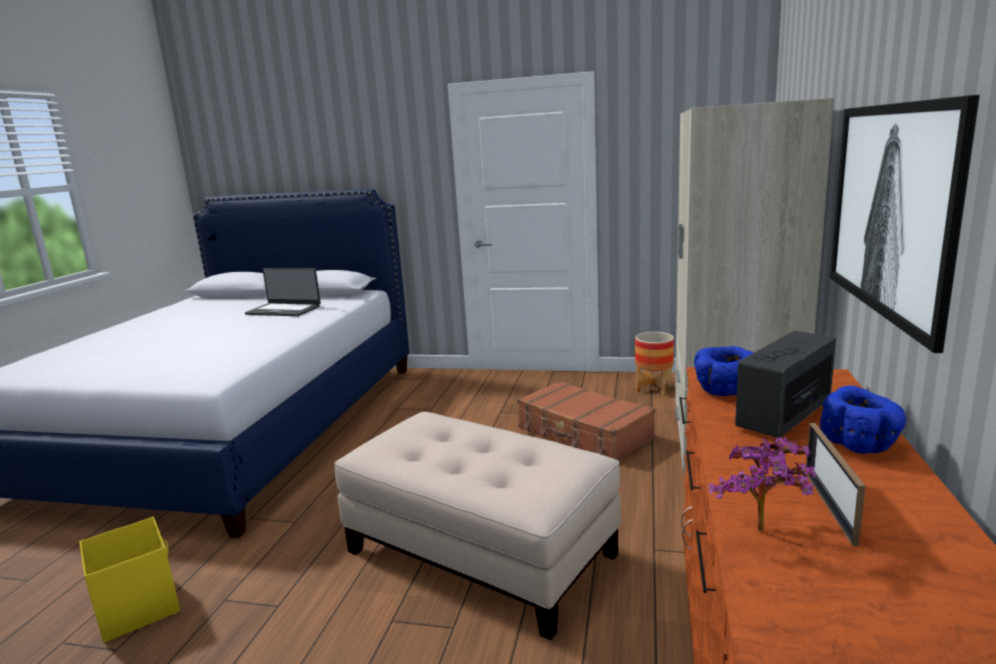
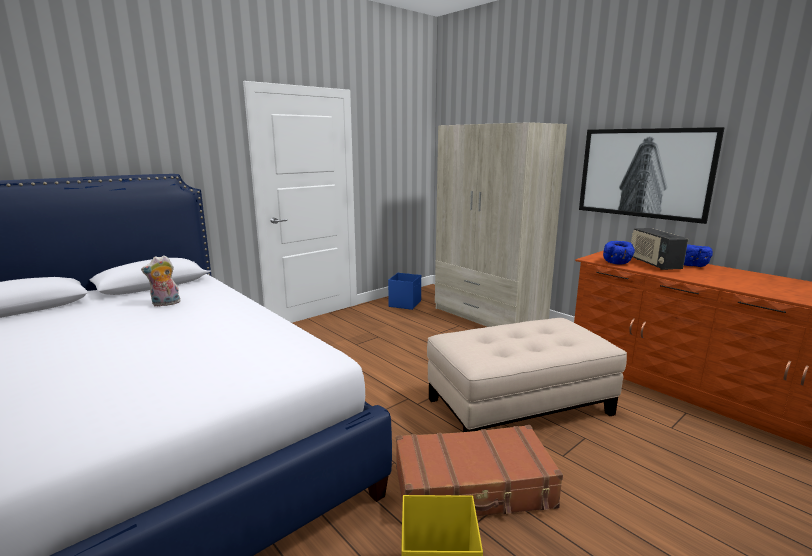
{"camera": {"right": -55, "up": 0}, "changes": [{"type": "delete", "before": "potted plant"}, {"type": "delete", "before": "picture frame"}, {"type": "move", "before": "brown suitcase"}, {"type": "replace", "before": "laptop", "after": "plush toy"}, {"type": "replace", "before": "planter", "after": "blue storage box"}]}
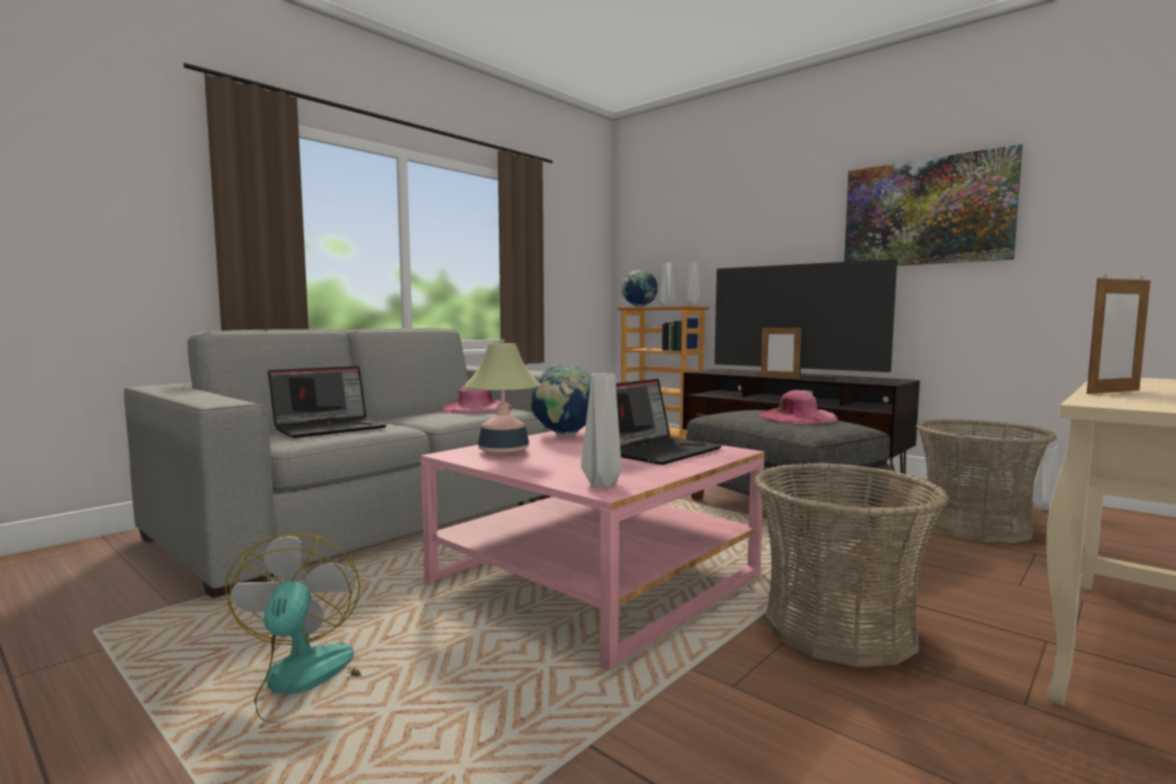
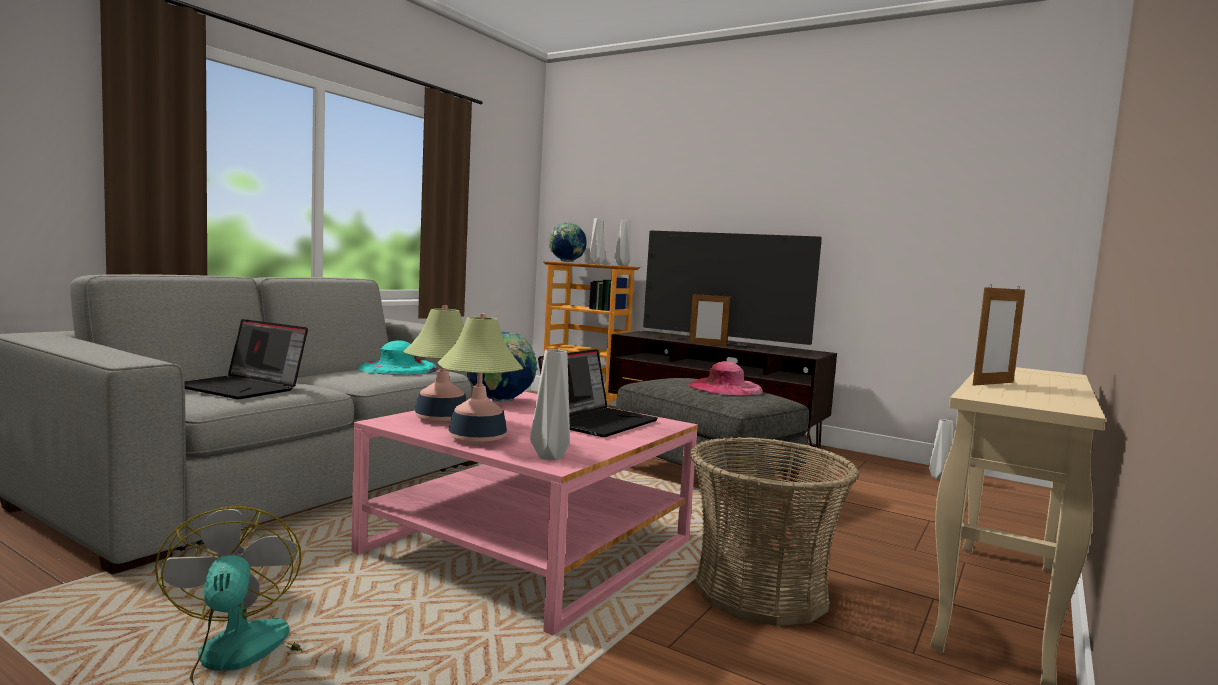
{"camera": {"right": -10, "up": 0}, "changes": [{"type": "delete", "before": "picture"}, {"type": "delete", "before": "basket (2nd from left)"}, {"type": "insert", "after": "table lamp (2nd from left)"}, {"type": "recolor", "before": "pink hat (1st from left)", "after": "turquoise hat"}, {"type": "rotate", "before": "laptop (1st from left)", "turn": 75}]}
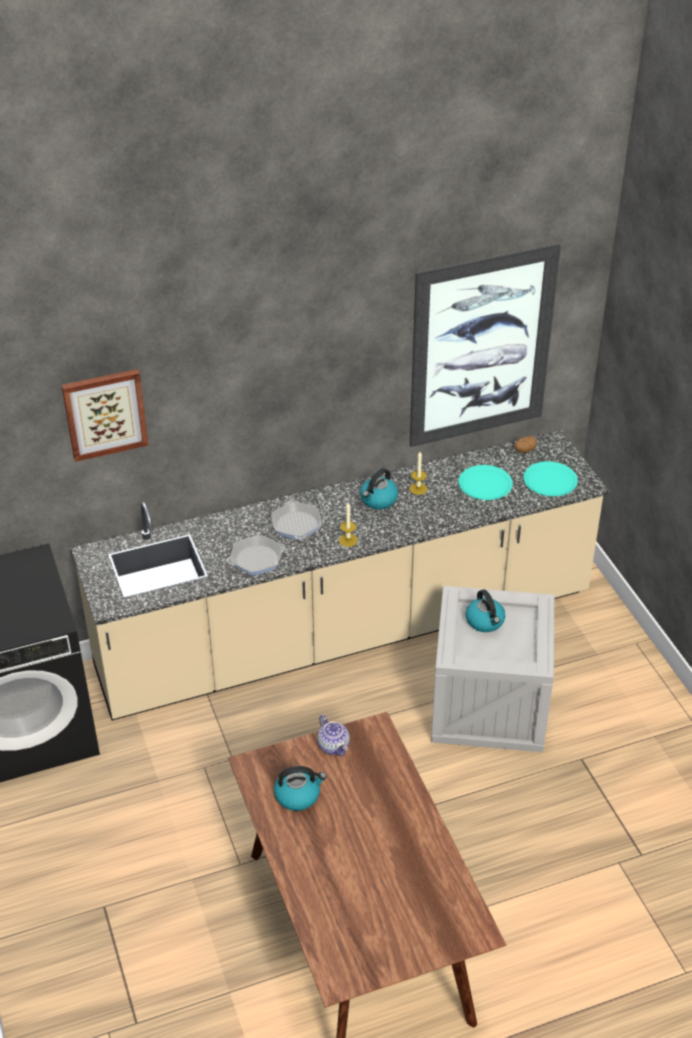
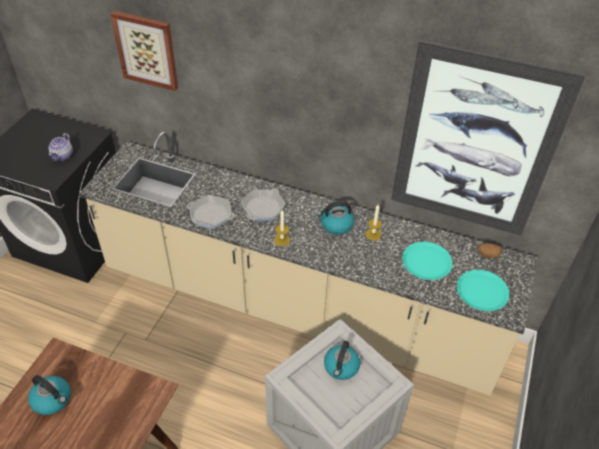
{"camera": {"right": 40, "up": 5}, "changes": [{"type": "move", "before": "teapot"}]}
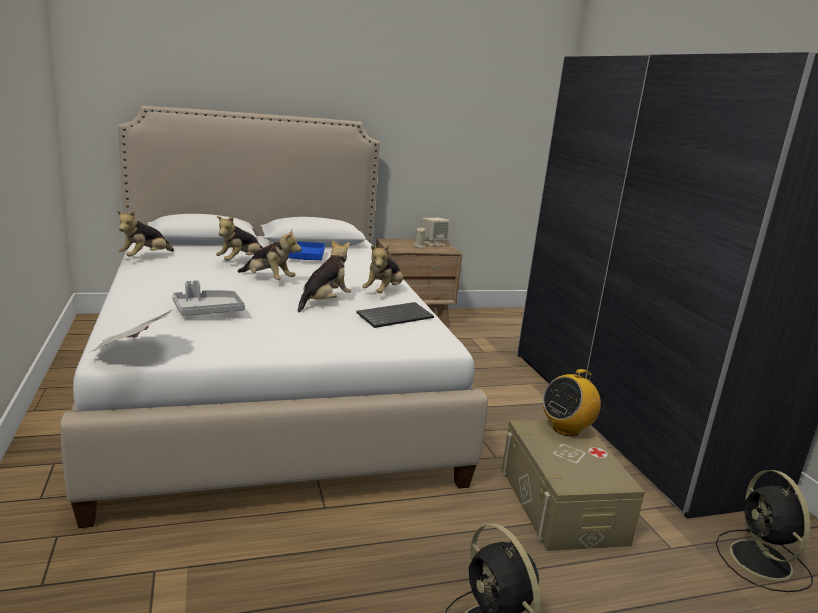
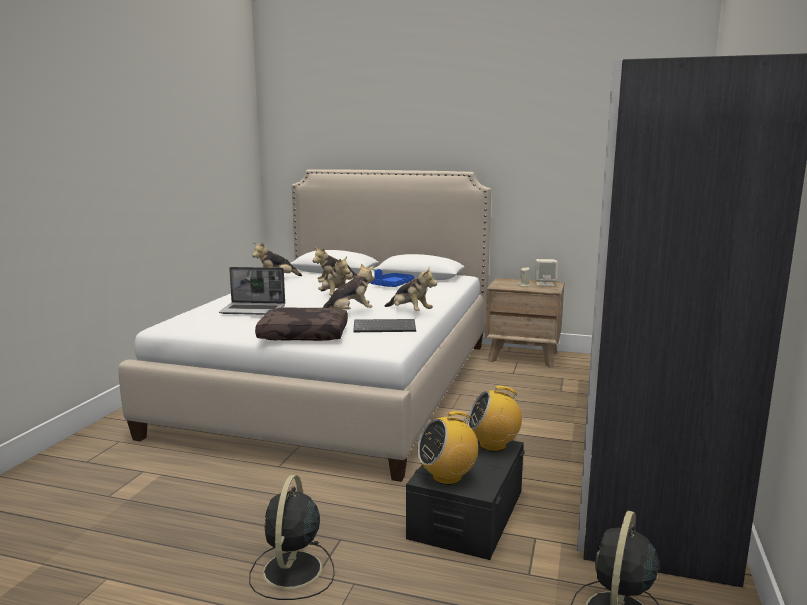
{"camera": {"right": 35, "up": -5}, "changes": [{"type": "delete", "before": "newspaper"}, {"type": "insert", "after": "brown pillow"}, {"type": "insert", "after": "radio (1st from left)"}, {"type": "replace", "before": "grey tray", "after": "laptop"}, {"type": "recolor", "before": "beige storage box", "after": "black storage box"}, {"type": "rotate", "before": "plush toy (5th from left)", "turn": -105}]}
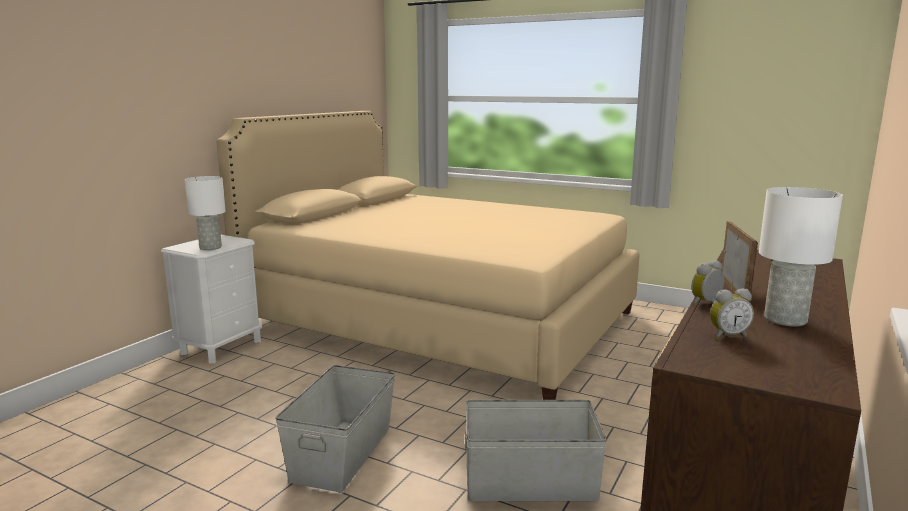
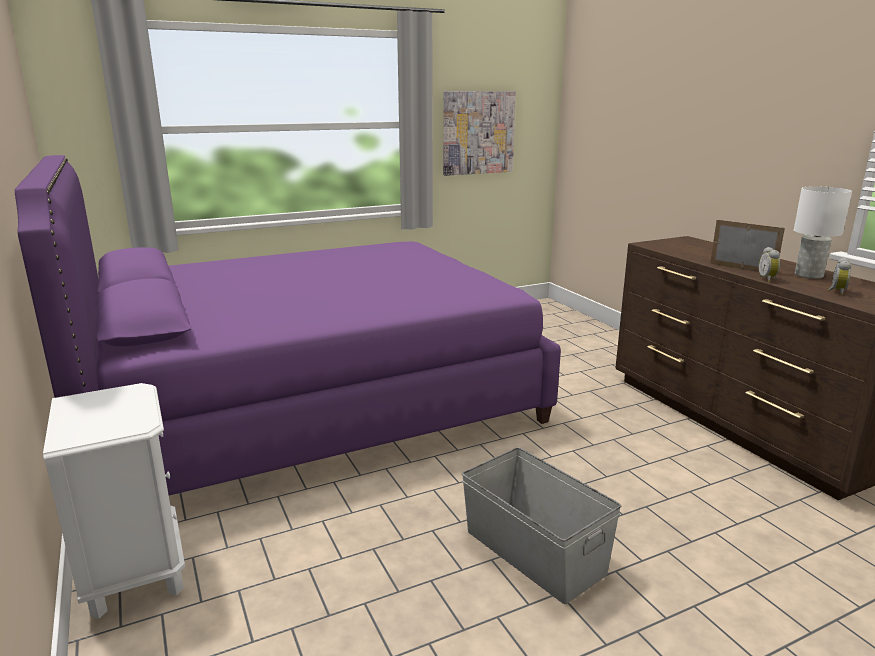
{"camera": {"right": -55, "up": 5}, "changes": [{"type": "delete", "before": "white table lamp (1st from left)"}, {"type": "delete", "before": "grey storage box (2nd from left)"}, {"type": "insert", "after": "picture"}, {"type": "recolor", "before": "beige bed", "after": "purple bed"}]}
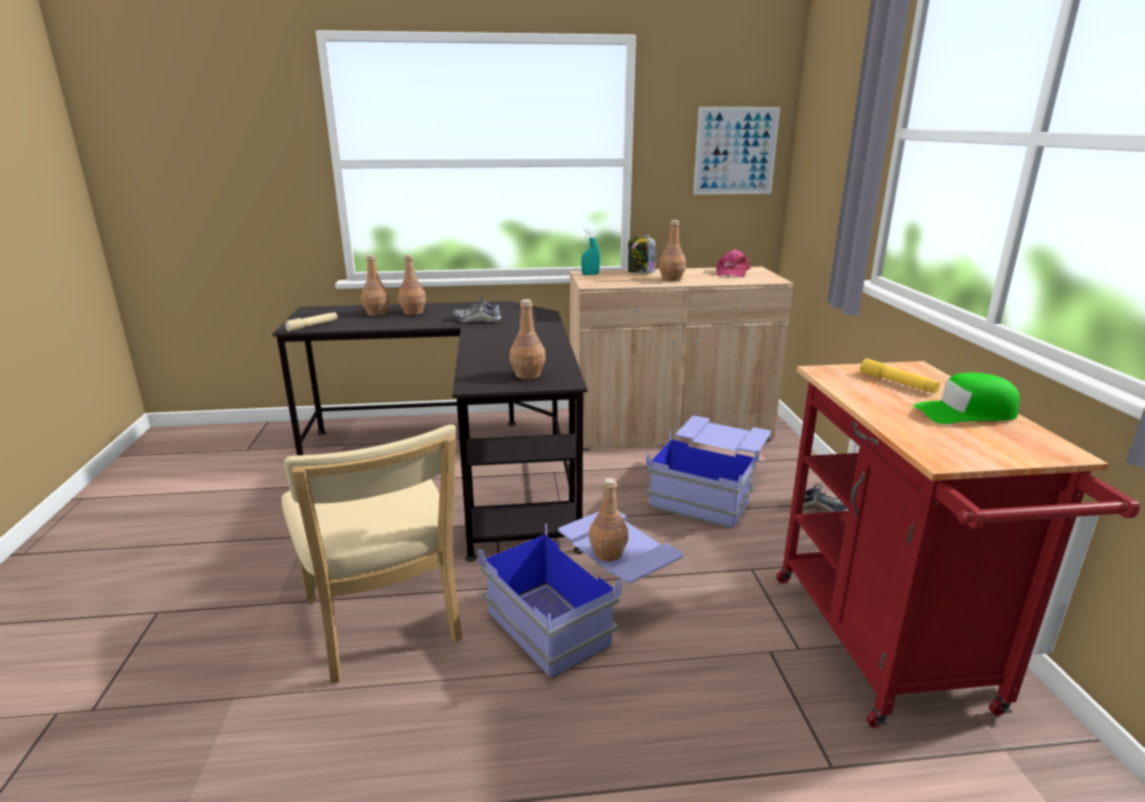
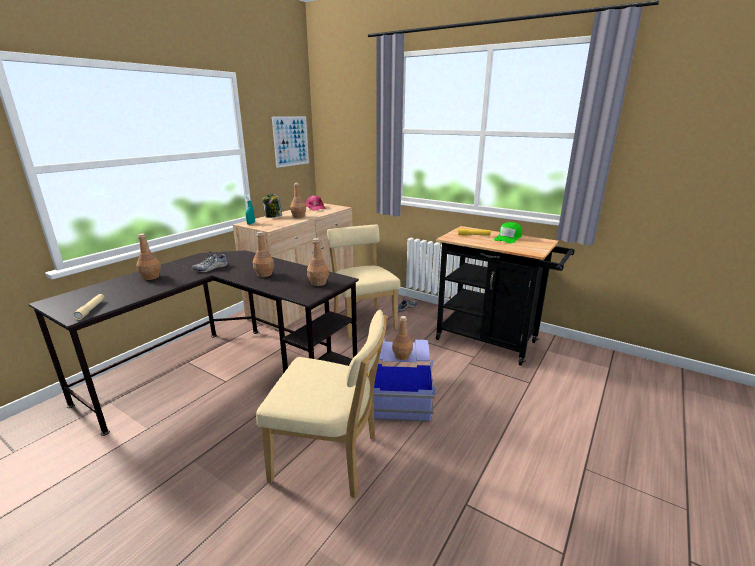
{"camera": {"right": -50, "up": 0}, "changes": [{"type": "move", "before": "brown bottle (1st from left in the first image)", "after": "brown bottle (2nd from left)"}, {"type": "replace", "before": "blue storage box (2nd from left)", "after": "beige chair (2nd from left)"}, {"type": "recolor", "before": "red cart", "after": "black cart"}]}
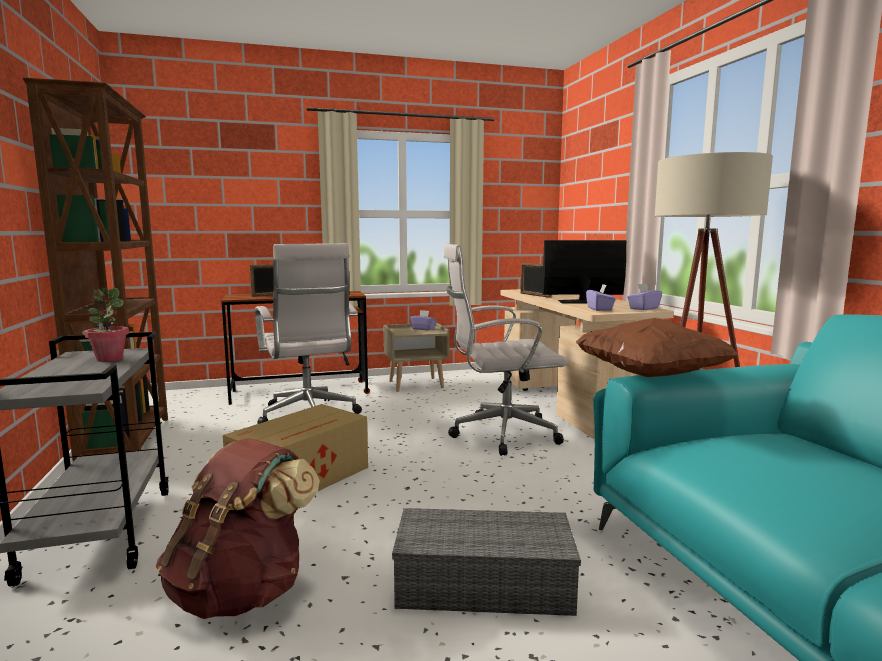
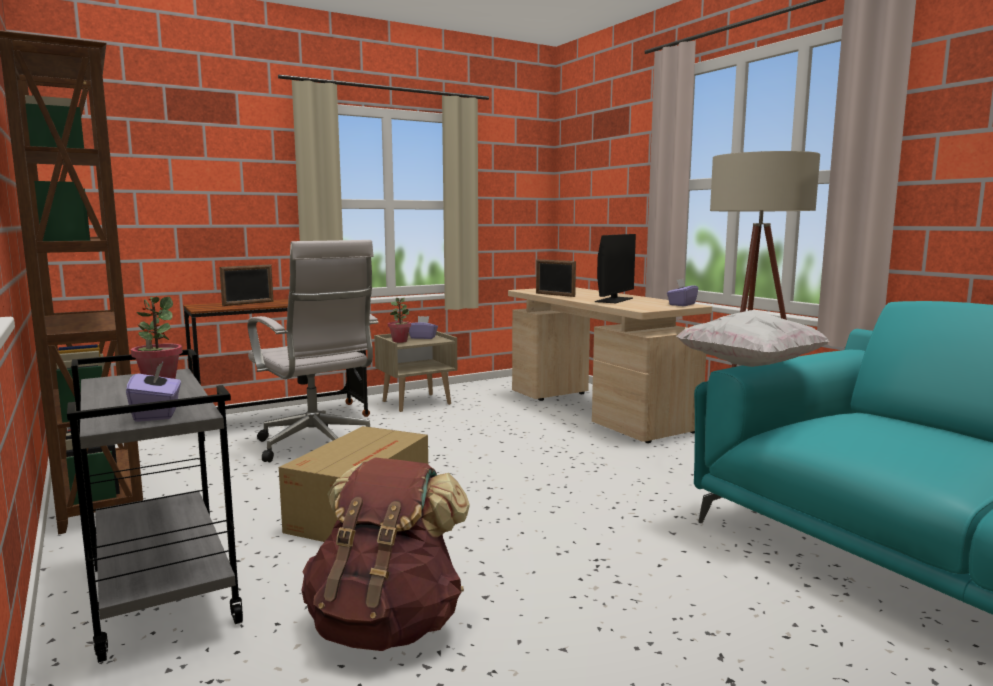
{"camera": {"right": -15, "up": 0}, "changes": [{"type": "delete", "before": "grey storage box"}, {"type": "delete", "before": "white office chair (2nd from left)"}, {"type": "insert", "after": "potted plant (2nd from left)"}, {"type": "move", "before": "purple tissue box (2nd from left in the first image)", "after": "purple tissue box (1st from left)"}, {"type": "recolor", "before": "brown pillow", "after": "white pillow"}, {"type": "rotate", "before": "monitor", "turn": 135}]}
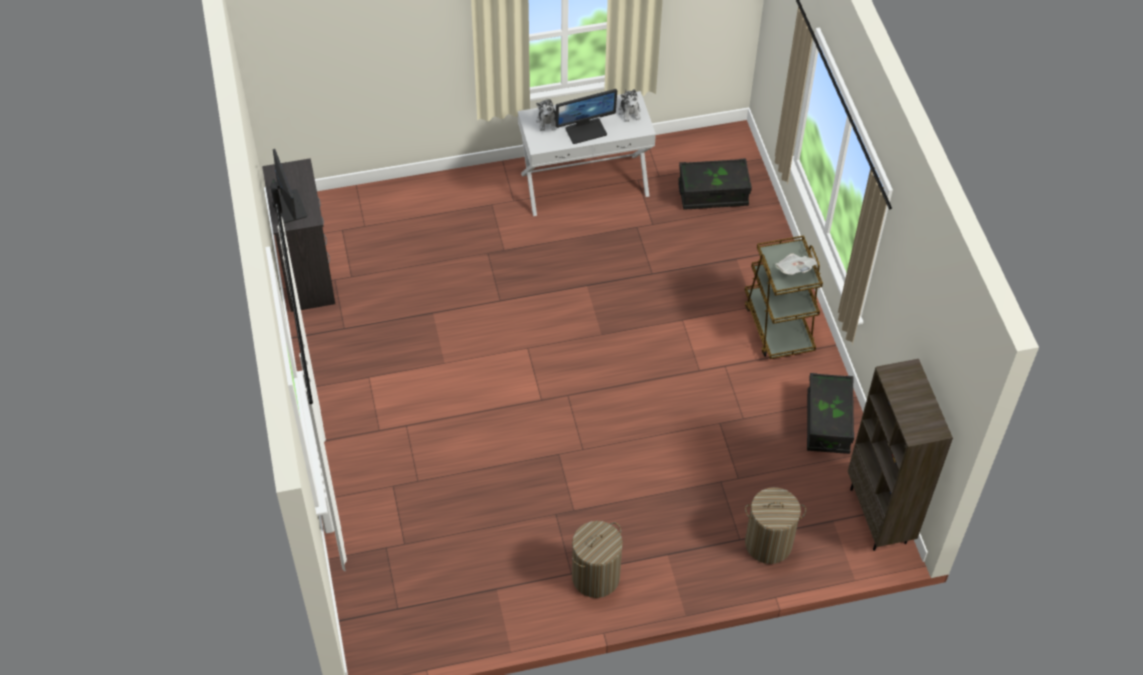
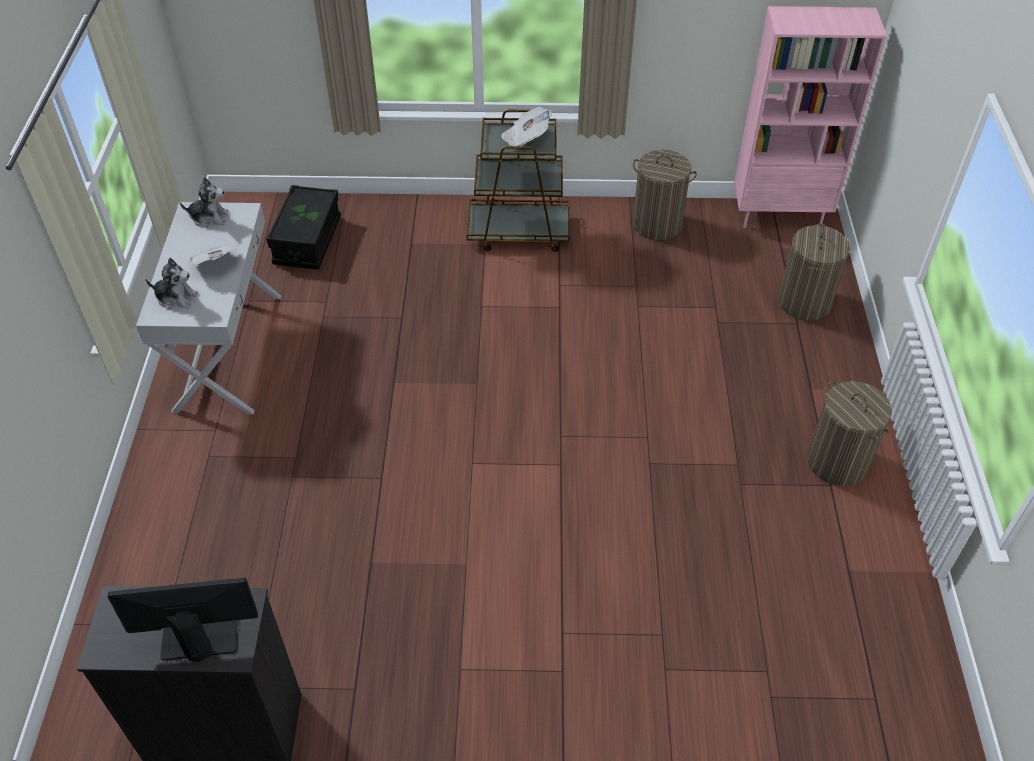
{"camera": {"right": -75, "up": -5}, "changes": [{"type": "replace", "before": "monitor (2nd from left)", "after": "newspaper (1st from left)"}, {"type": "replace", "before": "black storage box (2nd from left)", "after": "laundry basket (1st from left)"}, {"type": "recolor", "before": "brown bookcase", "after": "pink bookcase"}]}
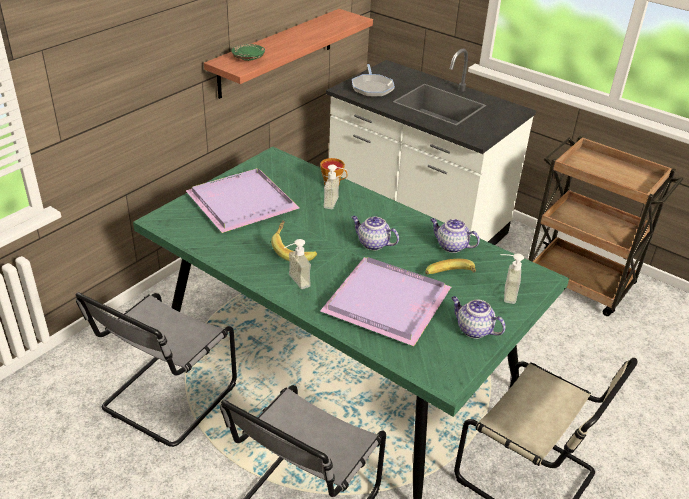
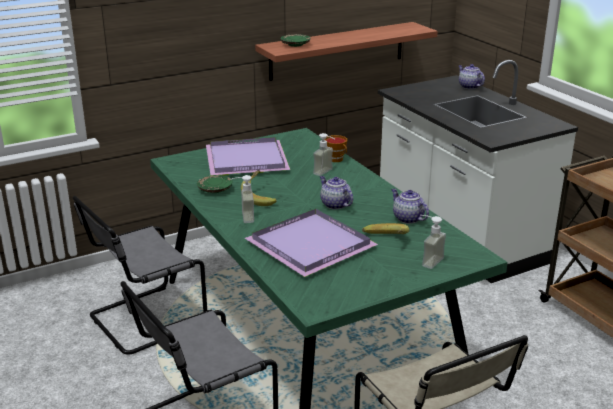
{"camera": {"right": 25, "up": -10}, "changes": [{"type": "delete", "before": "frying pan"}, {"type": "insert", "after": "green plate (1st from left)"}, {"type": "move", "before": "teapot (3rd from left)"}]}
